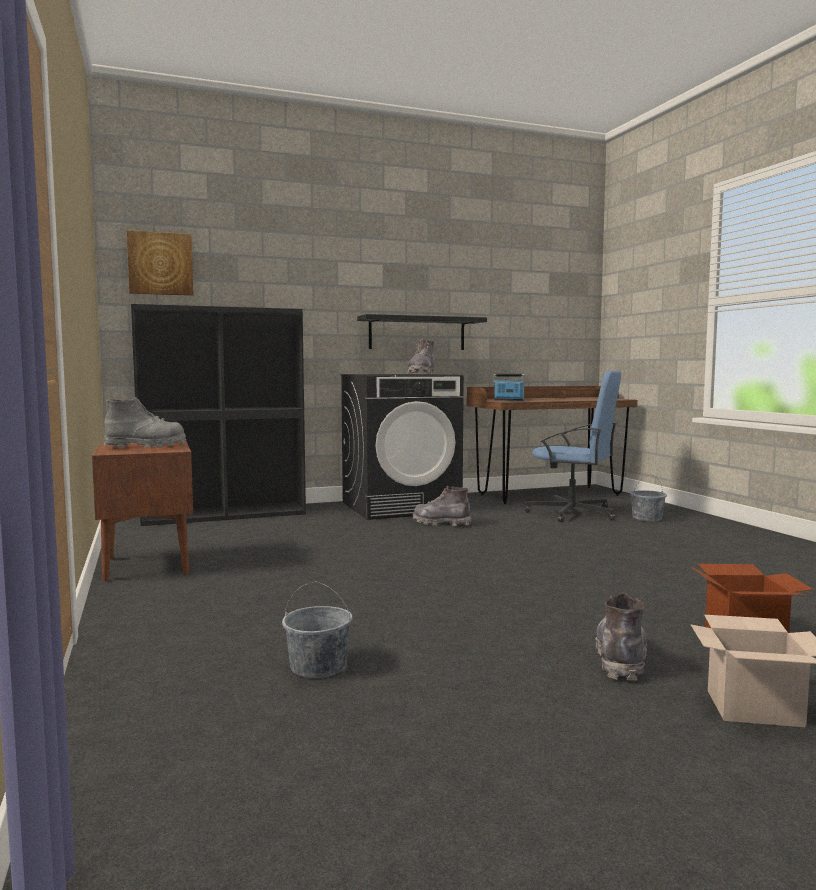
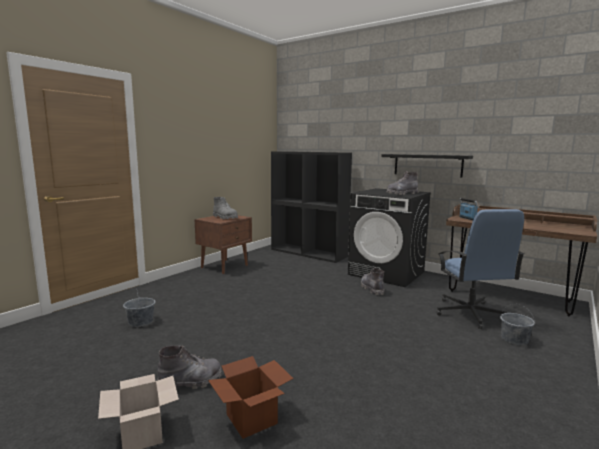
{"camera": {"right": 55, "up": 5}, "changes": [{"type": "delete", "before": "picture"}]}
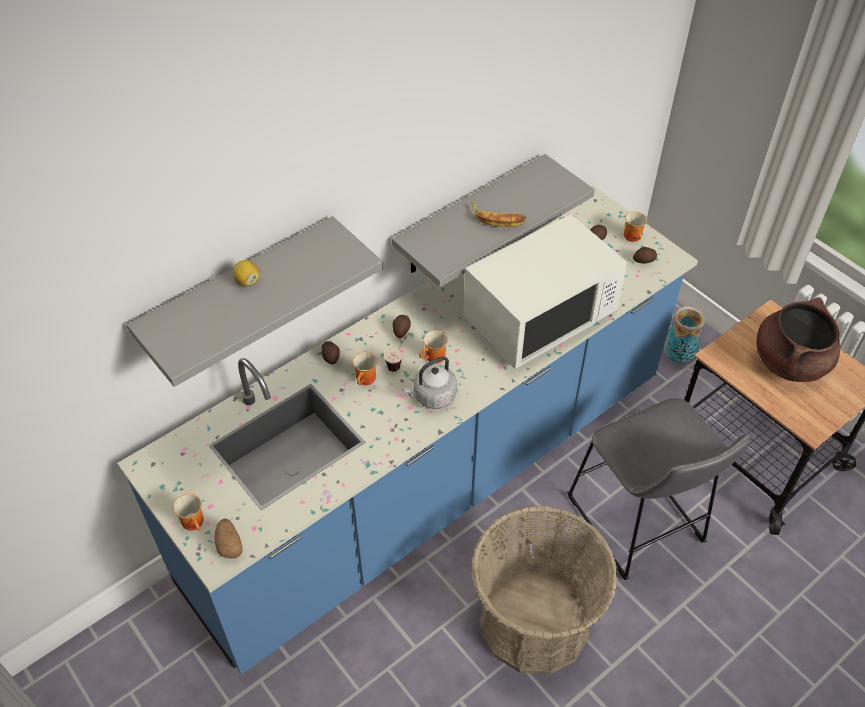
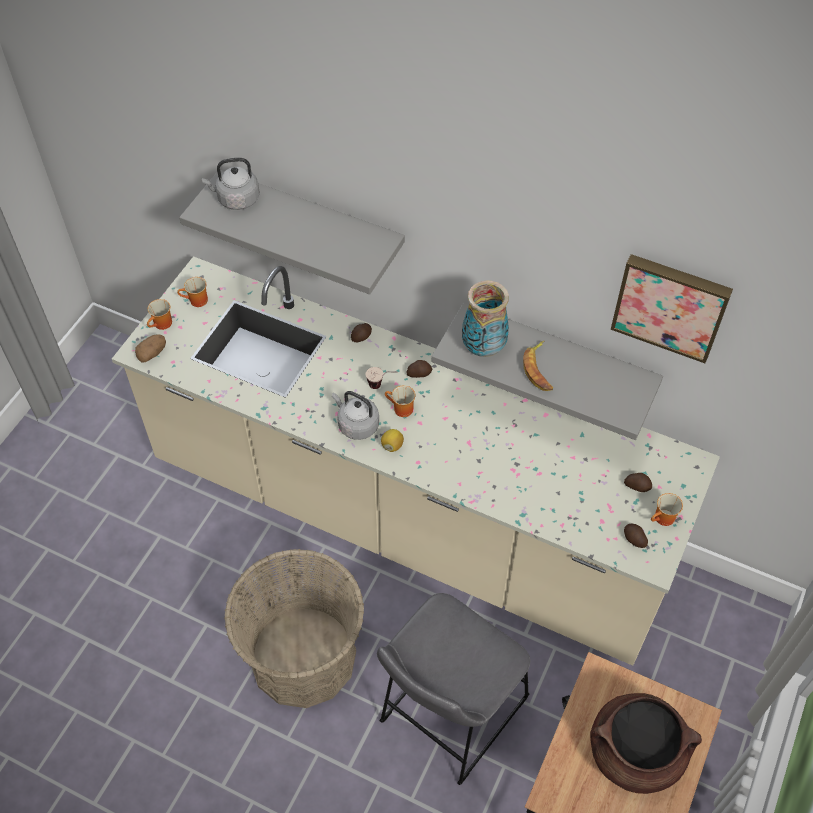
{"camera": {"right": 65, "up": 5}, "changes": [{"type": "delete", "before": "white microwave"}, {"type": "insert", "after": "grey kettle (1st from left)"}, {"type": "insert", "after": "picture"}, {"type": "move", "before": "lemon"}, {"type": "move", "before": "mug (2nd from left)"}, {"type": "move", "before": "vase"}, {"type": "recolor", "before": "blue counter", "after": "beige counter"}]}
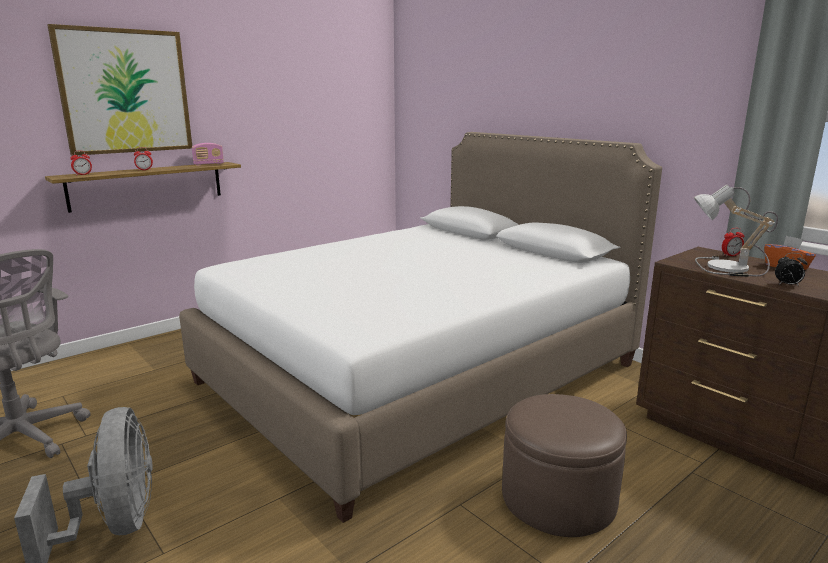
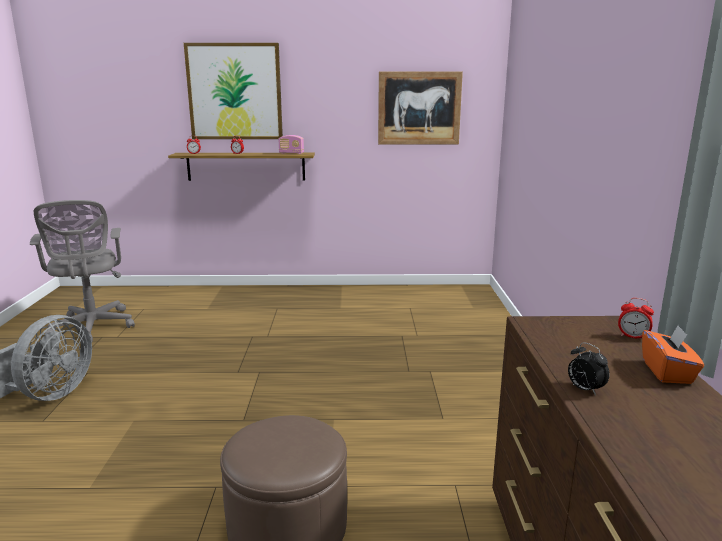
{"camera": {"right": 40, "up": 0}, "changes": [{"type": "delete", "before": "white bed"}, {"type": "delete", "before": "table lamp"}, {"type": "insert", "after": "picture (2nd from left)"}]}
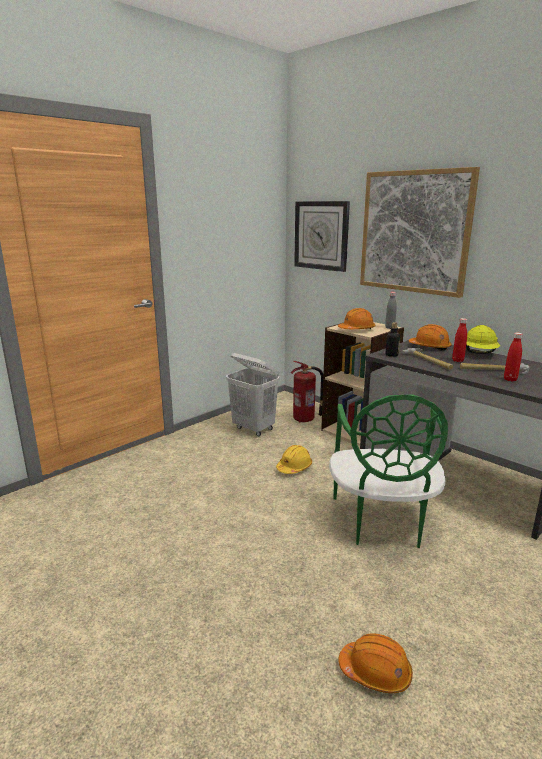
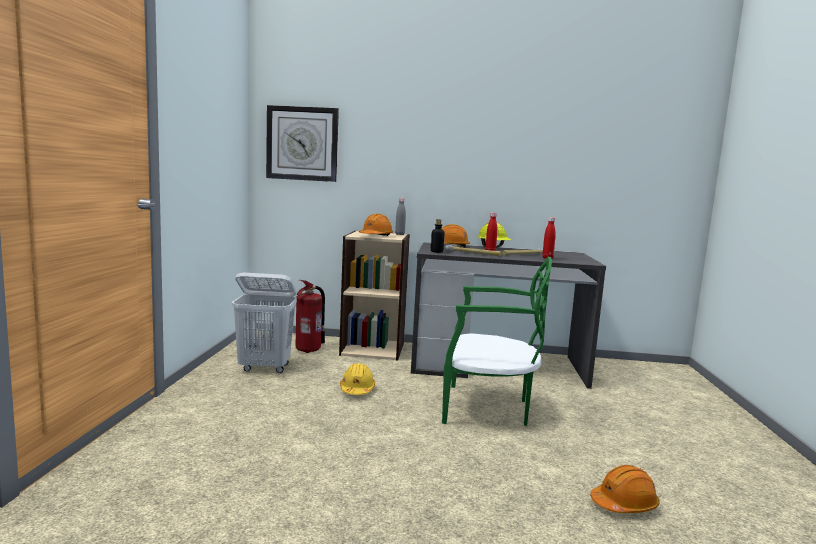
{"camera": {"right": -40, "up": -10}, "changes": [{"type": "delete", "before": "picture"}, {"type": "rotate", "before": "green chair", "turn": -45}]}
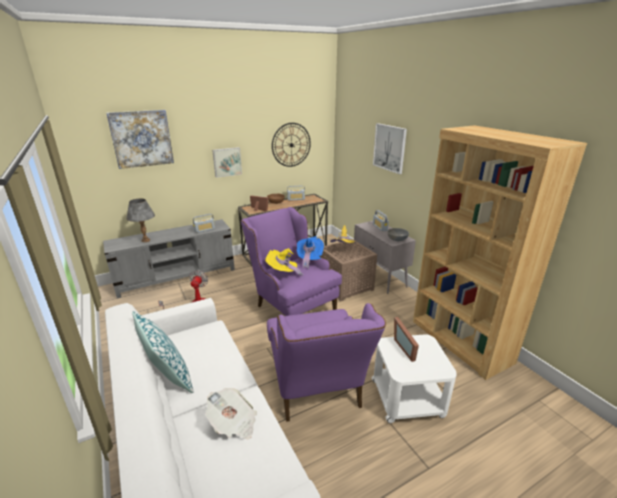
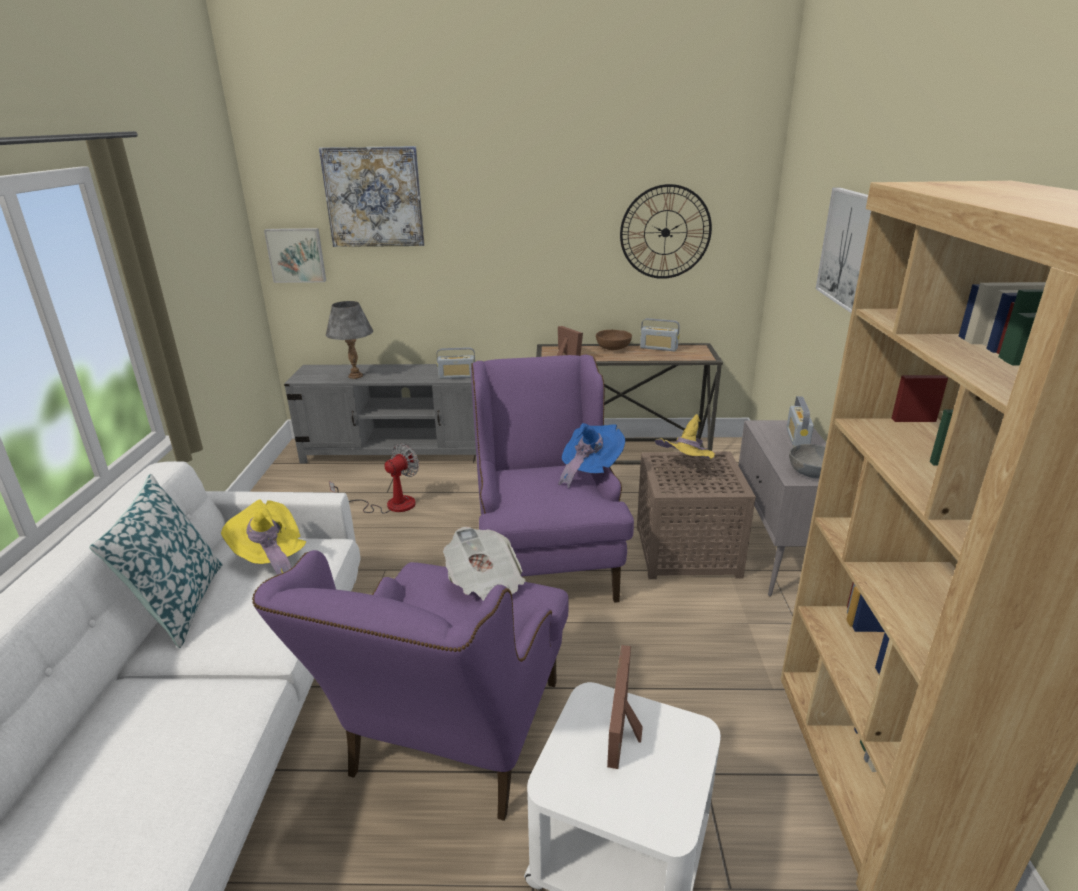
{"camera": {"right": 30, "up": 0}, "changes": [{"type": "move", "before": "newspaper"}, {"type": "move", "before": "picture (2nd from left in the first image)", "after": "picture (1st from left)"}, {"type": "move", "before": "yellow hat (1st from left)"}]}
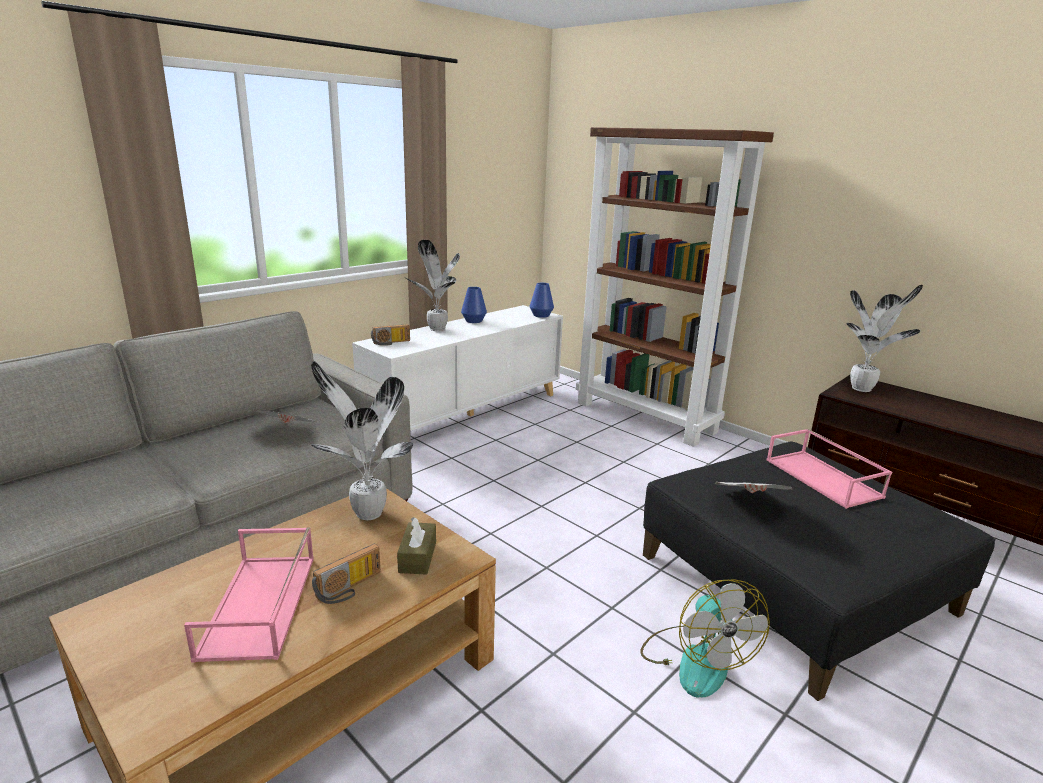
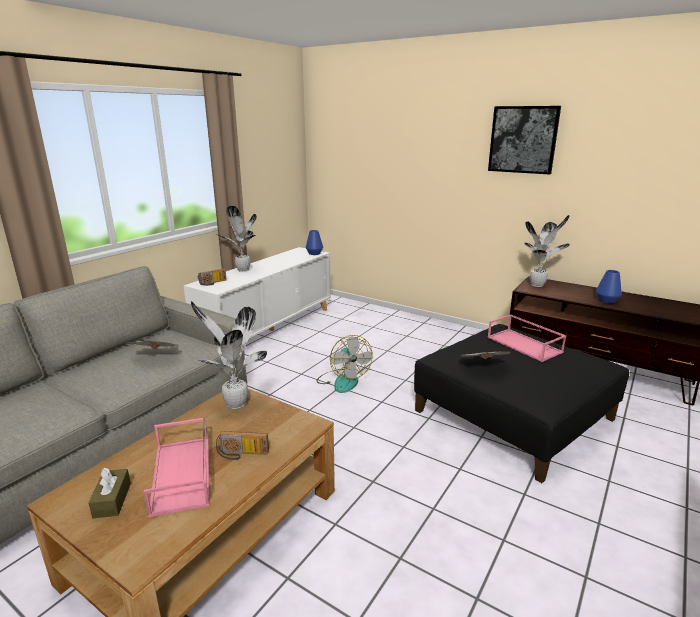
{"camera": {"right": -10, "up": 0}, "changes": [{"type": "delete", "before": "brown bookcase"}, {"type": "insert", "after": "picture"}, {"type": "move", "before": "brown tissue box"}, {"type": "move", "before": "blue vase (1st from left in the first image)", "after": "blue vase (2nd from left)"}, {"type": "move", "before": "fan"}, {"type": "rotate", "before": "radio (1st from left in the first image)", "turn": 60}]}
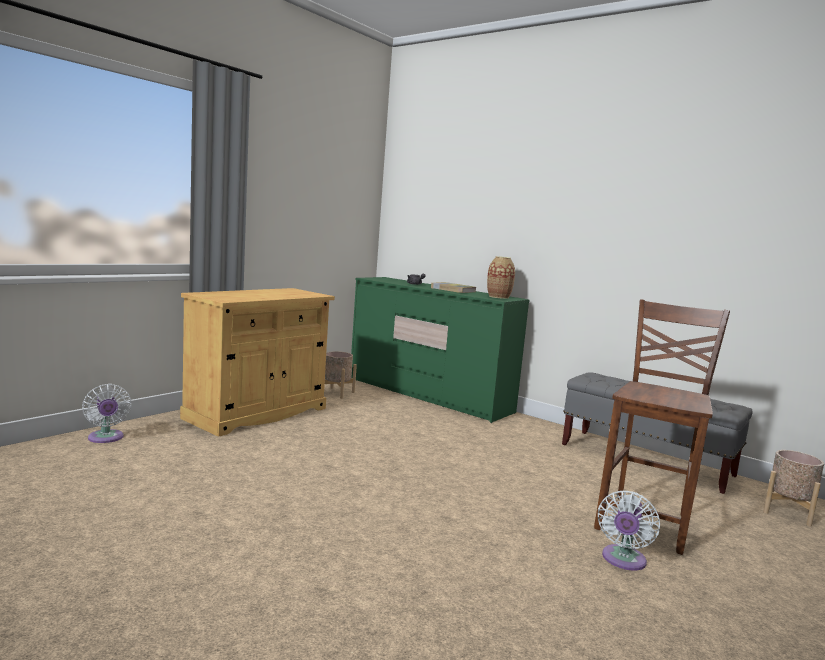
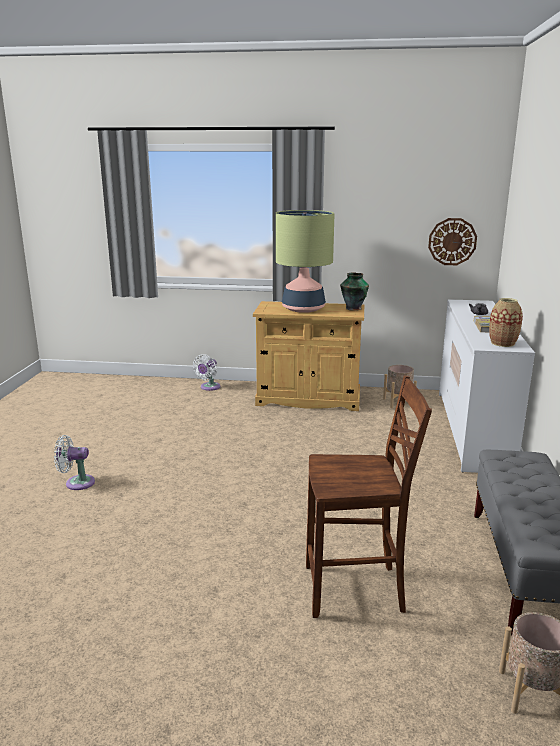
{"camera": {"right": 60, "up": 10}, "changes": [{"type": "insert", "after": "table lamp"}, {"type": "insert", "after": "vase (1st from left)"}, {"type": "insert", "after": "wall clock"}, {"type": "move", "before": "white fan (2nd from left in the first image)", "after": "white fan (1st from left)"}, {"type": "recolor", "before": "green dresser", "after": "white dresser"}]}
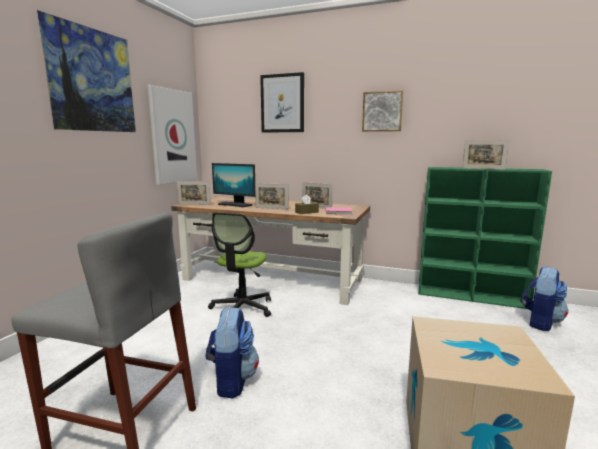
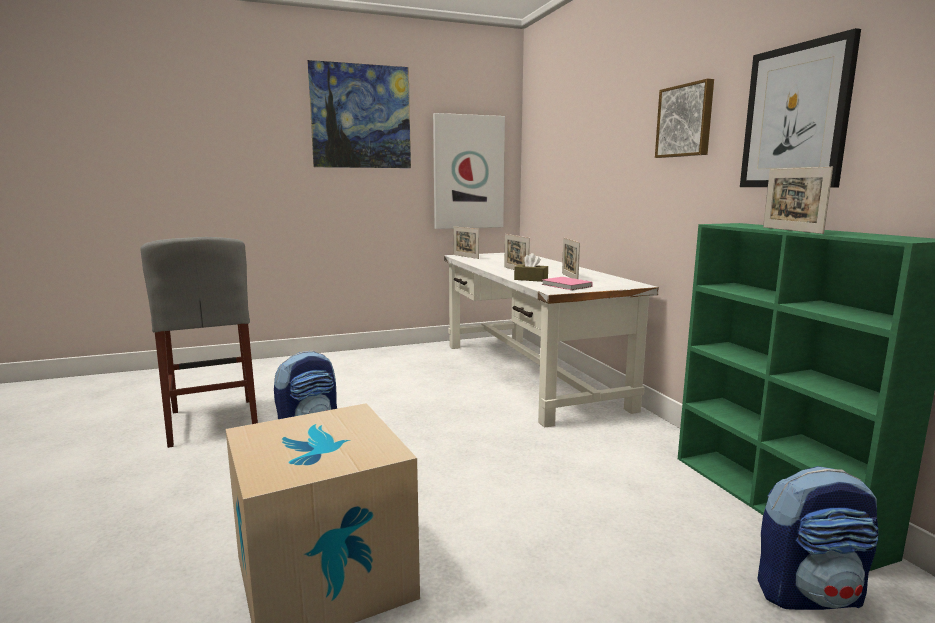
{"camera": {"right": 50, "up": 0}, "changes": [{"type": "delete", "before": "office chair"}, {"type": "delete", "before": "monitor"}, {"type": "move", "before": "picture (3rd from left in the first image)", "after": "picture (4th from left)"}, {"type": "recolor", "before": "brown desk", "after": "white desk"}]}
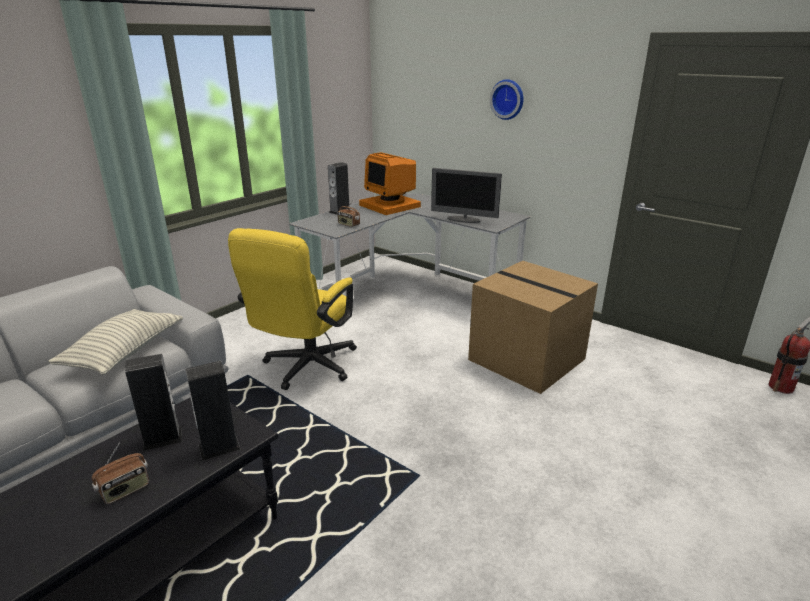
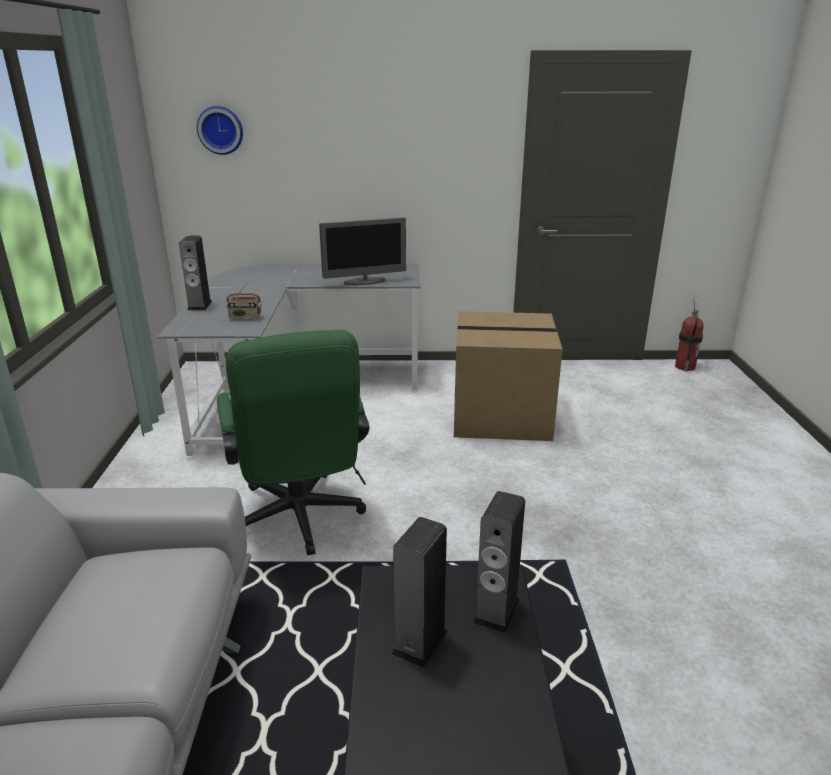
{"camera": {"right": -40, "up": 0}, "changes": [{"type": "delete", "before": "pillow"}, {"type": "delete", "before": "radio (1st from left)"}, {"type": "delete", "before": "monitor (1st from left)"}, {"type": "move", "before": "wall clock"}, {"type": "recolor", "before": "yellow office chair", "after": "green office chair"}]}
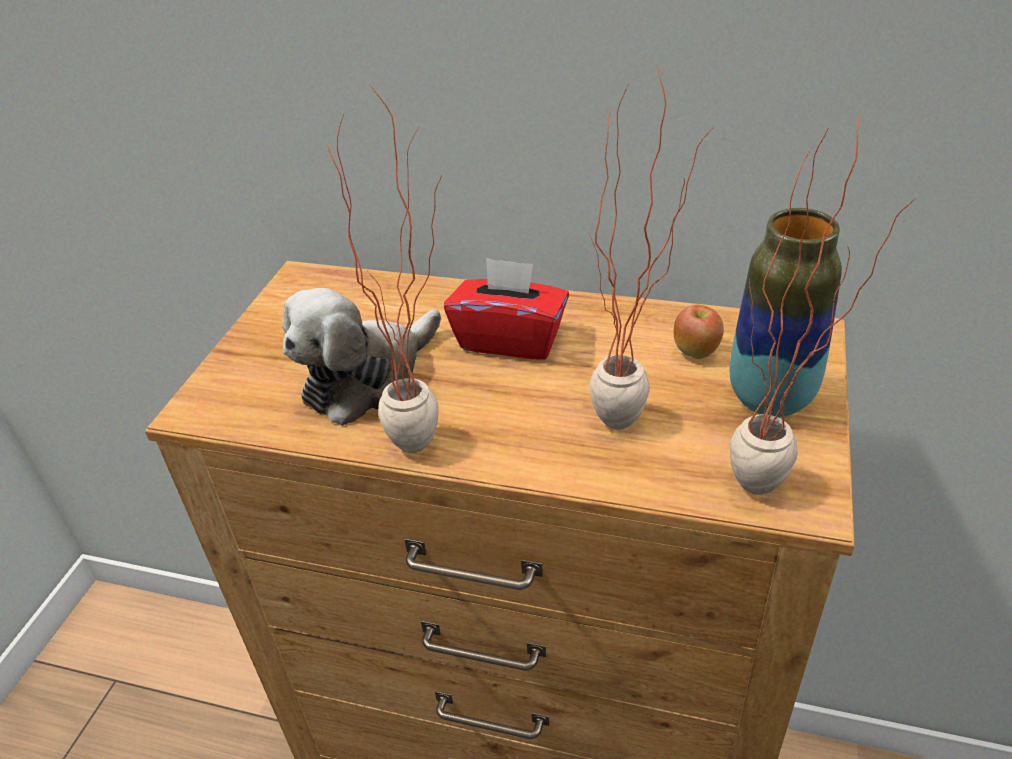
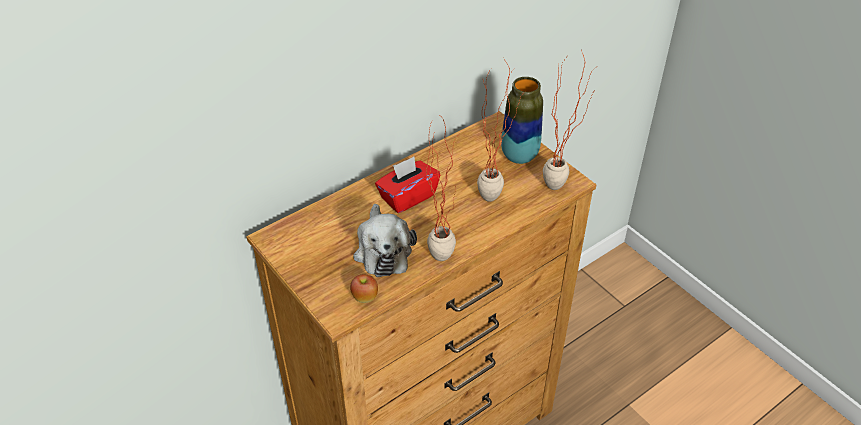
{"camera": {"right": -55, "up": 5}, "changes": [{"type": "move", "before": "apple"}]}
